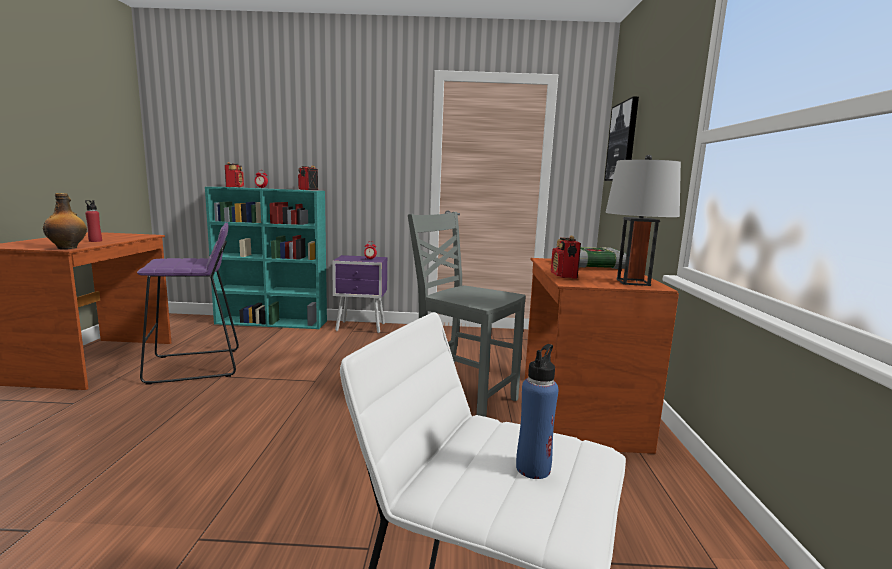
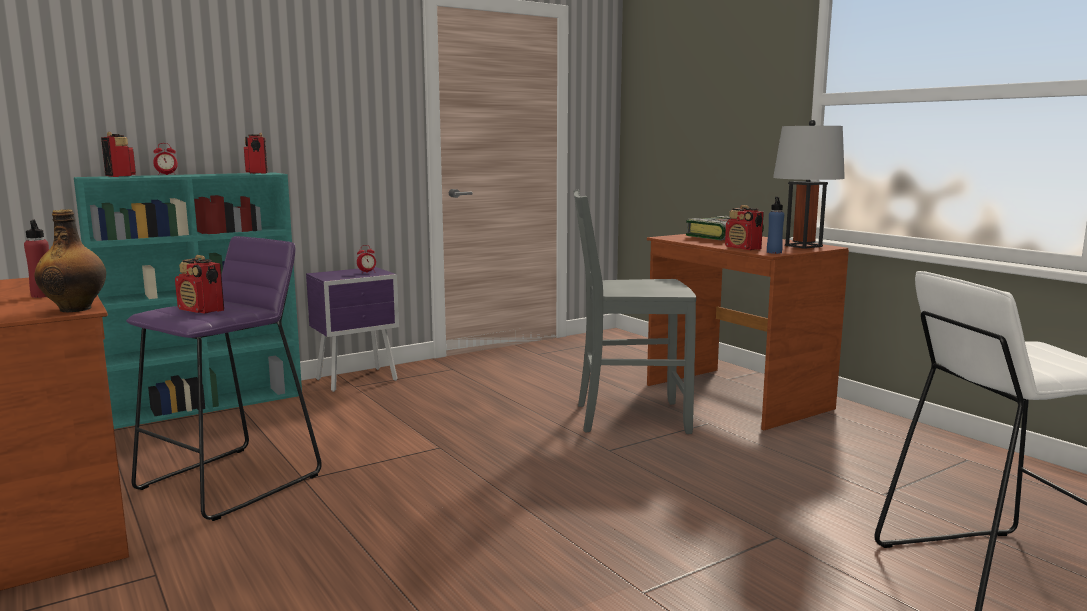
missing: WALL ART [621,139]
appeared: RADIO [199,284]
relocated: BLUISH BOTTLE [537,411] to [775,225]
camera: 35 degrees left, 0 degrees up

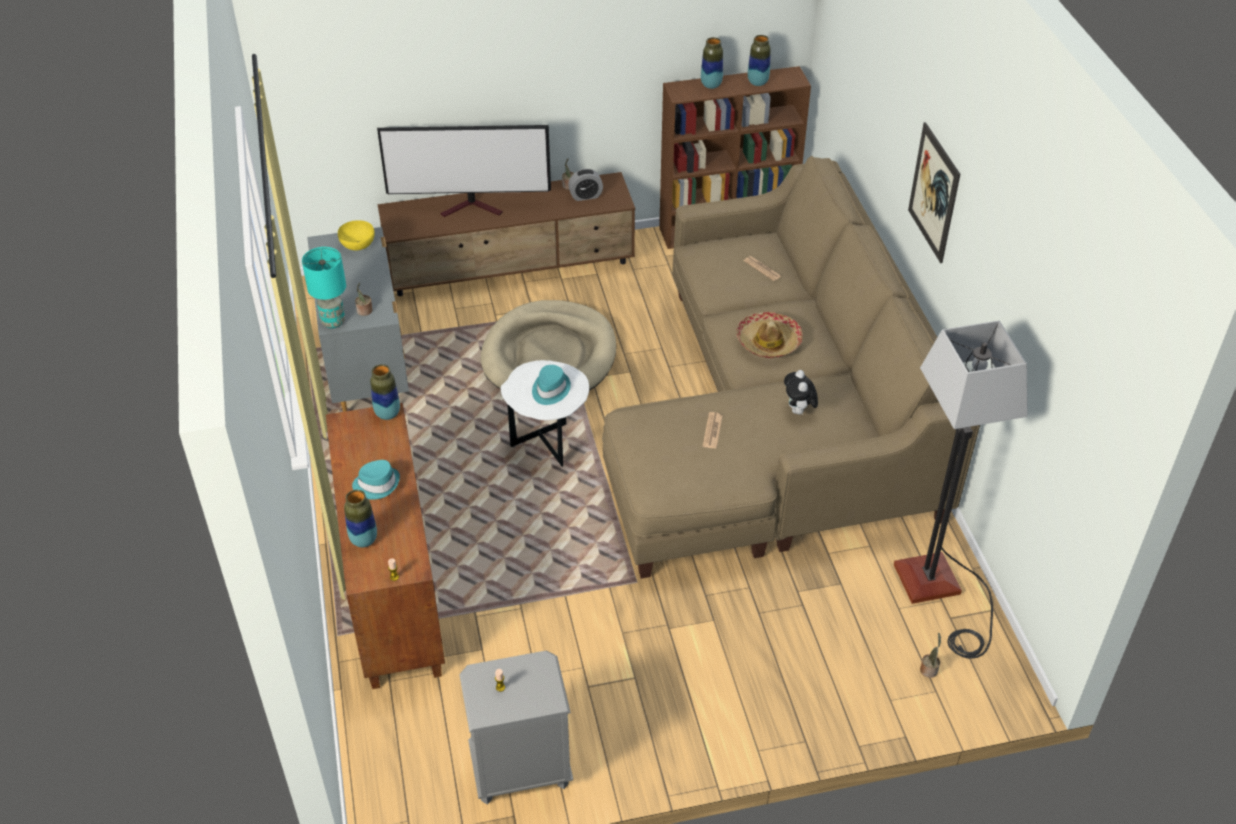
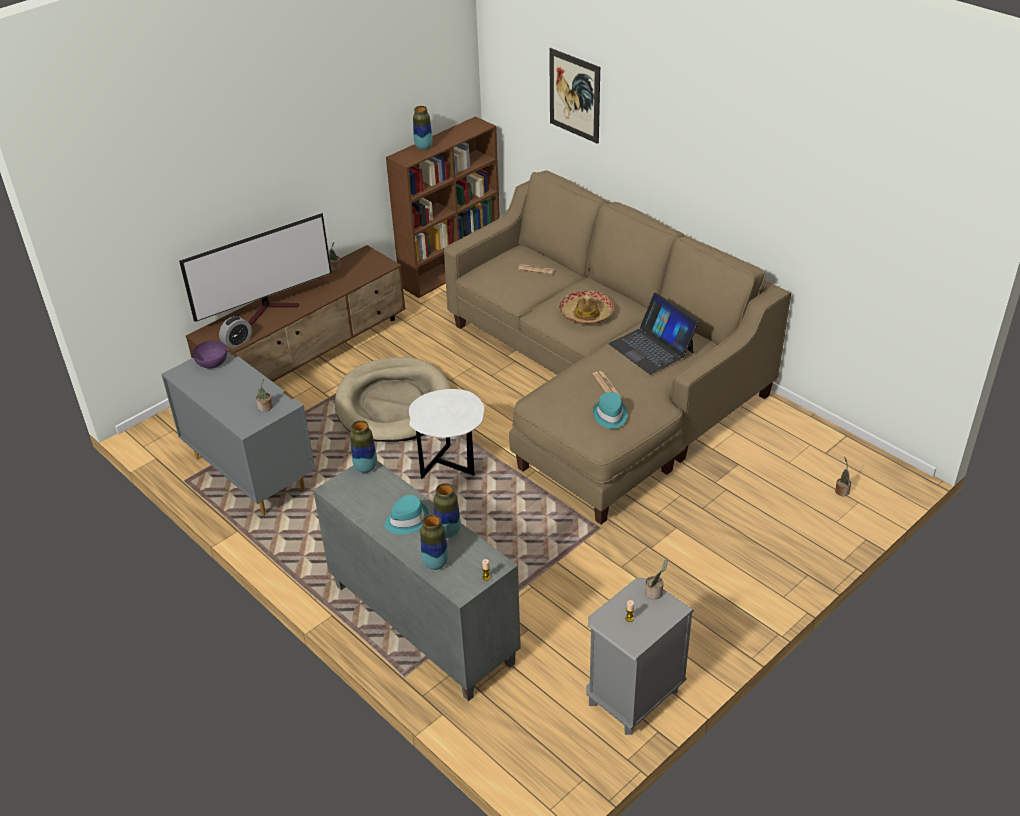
missing: TURQUOISE LAMP FOR A TABLE [324,287]; FLOOR LAMP [961,490]
appeared: HOUSEPLANT [656,578]
relocated: ALARM CLOCK [585,185] to [235,332]; VASE [759,60] to [447,510]; WALL ART [934,192] to [574,96]; TURQUOISE HAT [551,385] to [610,410]
exchanged: CUDDLY TOY [801,392] to NOTEBOOK COMPUTER [654,333]
colour: YELLOW SERVING BOWL [356,235] to PURPLE SERVING BOWL [209,354]; BROWN CUPBOARD [385,546] to GREY CUPBOARD [417,581]
camera: 30 degrees left, 5 degrees down

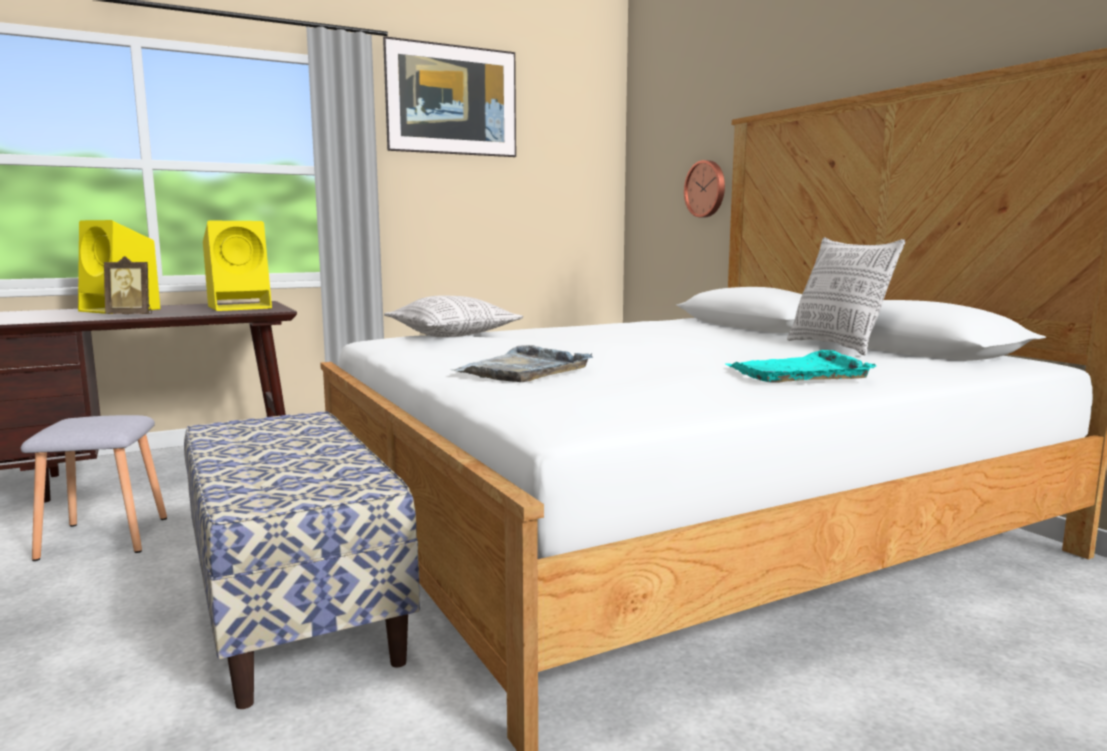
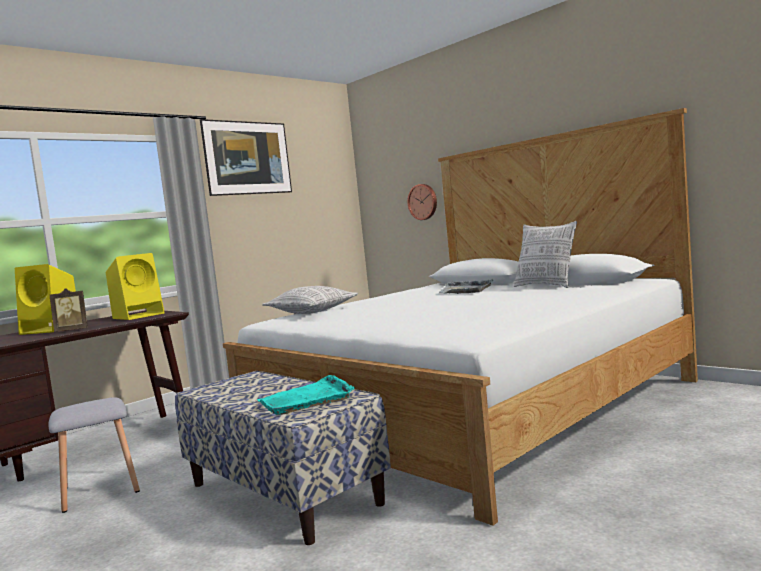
relocated: TURQUOISE CARRYING TRAY [801,366] to [306,395]; GREY CARRYING TRAY [522,363] to [465,286]
camera: 15 degrees left, 5 degrees down

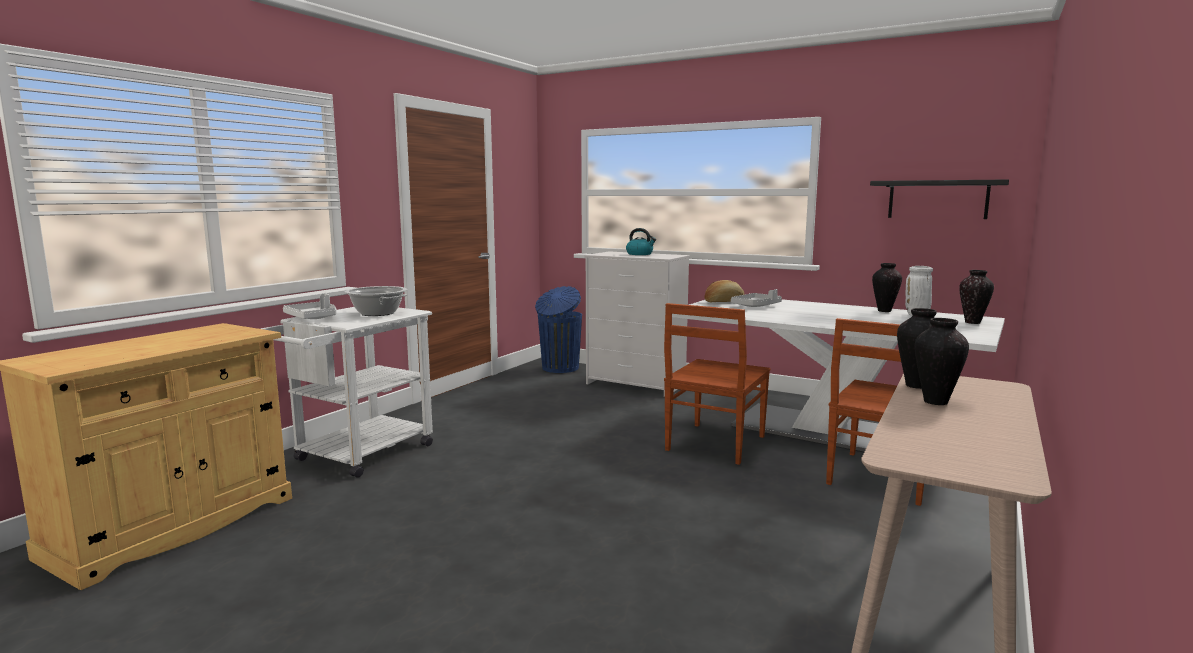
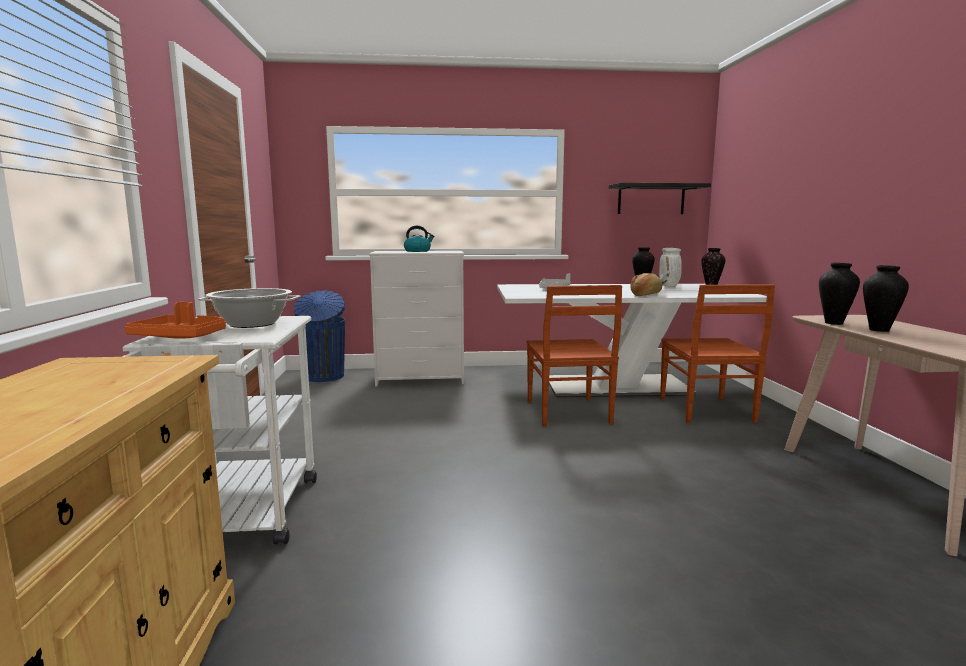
relocated: BAKERY BREAD [724,291] to [646,284]
colour: WHITISH CARRYING TRAY [310,306] to ORANGE-COLOURED CARRYING TRAY [175,320]
camera: 35 degrees left, 0 degrees up

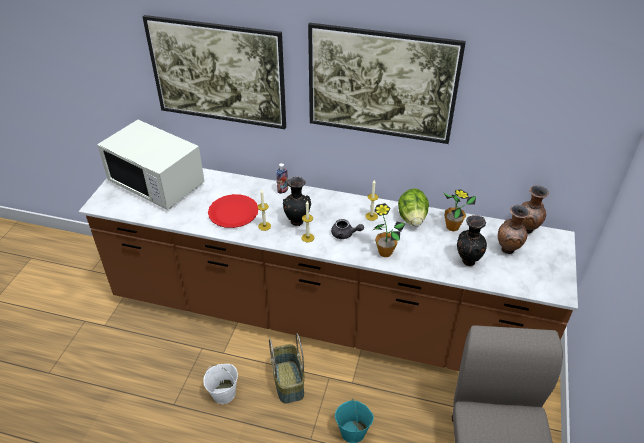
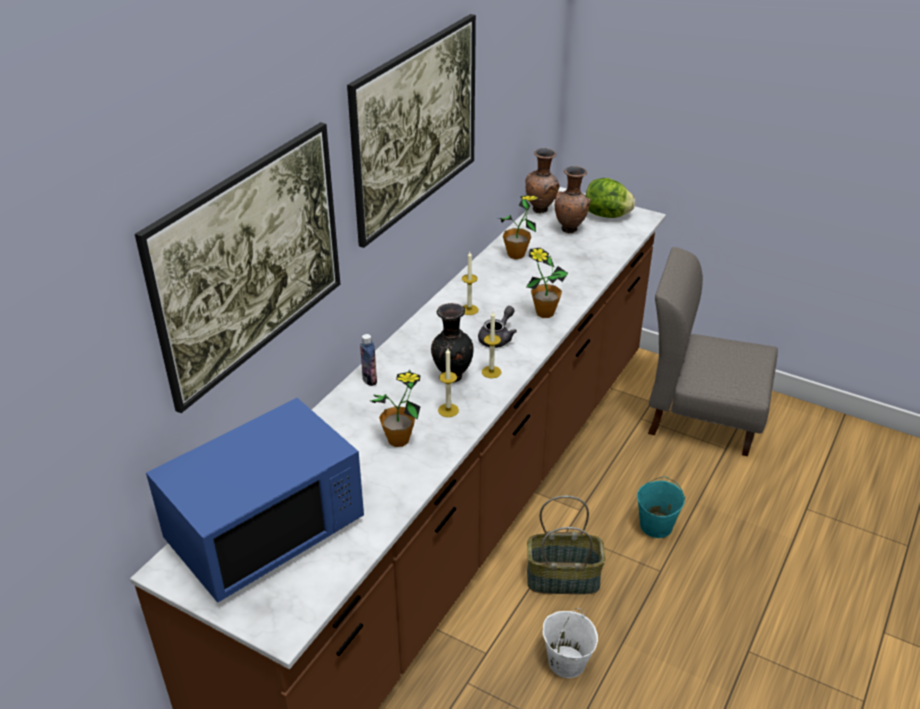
missing: BLACK-COLOURED VASE [472,240]
relocated: LETTUCE [413,207] to [610,198]
exchanged: RED PLATE [233,211] to HOUSEPLANT [395,408]
colour: WHITISH MICROWAVE [151,165] to BLUISH MICROWAVE [255,500]
camera: 75 degrees left, 5 degrees down

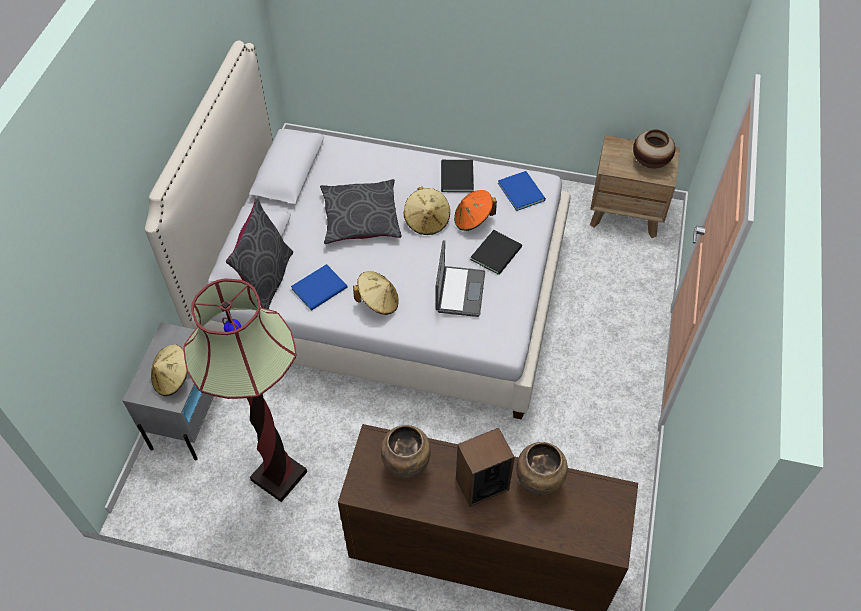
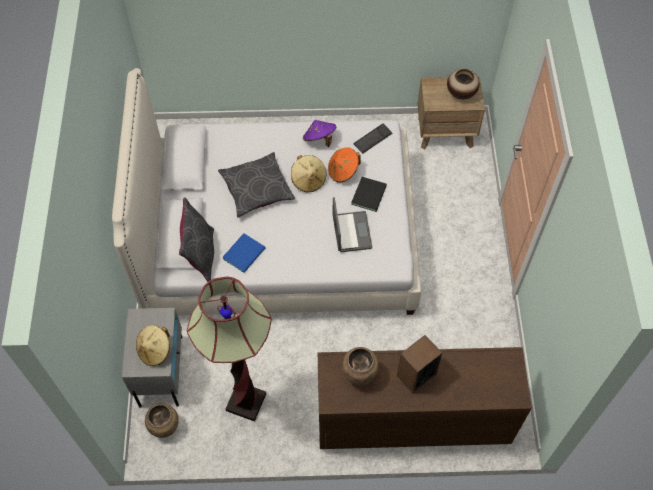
missing: SAND-COLOURED HAT [376,293]
relocated: BROWN VASE [542,469] to [162,420]
exchanged: BLACK-COLOURED BOOK [457,176] to PURPLE HAT [319,133]; BLUISH BOOK [522,191] to COMPUTER KEYBOARD [373,138]
camera: 15 degrees left, 5 degrees up

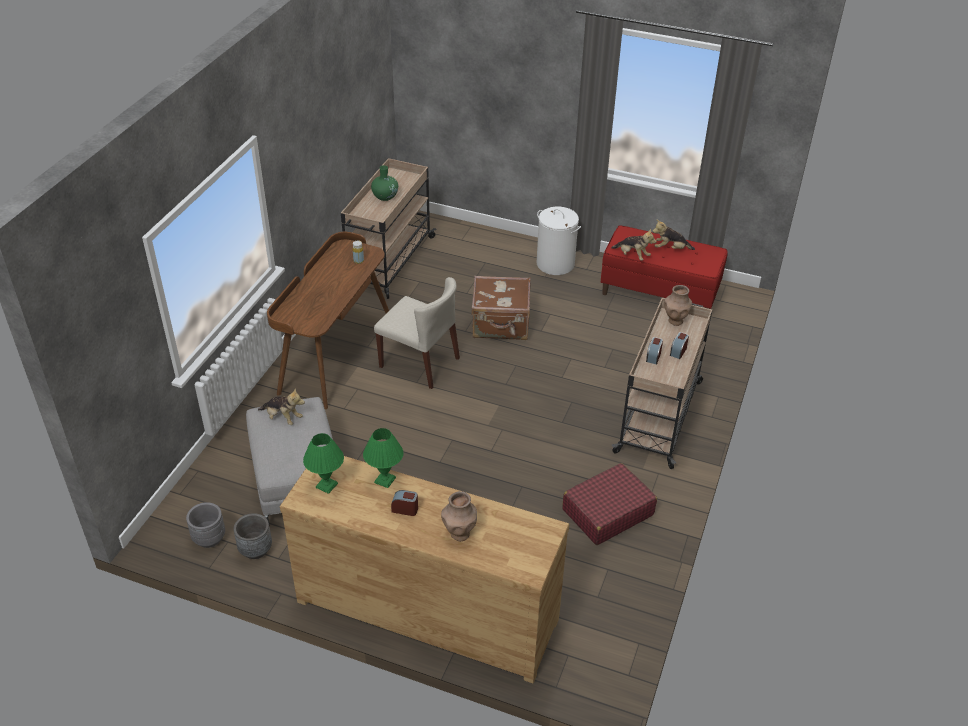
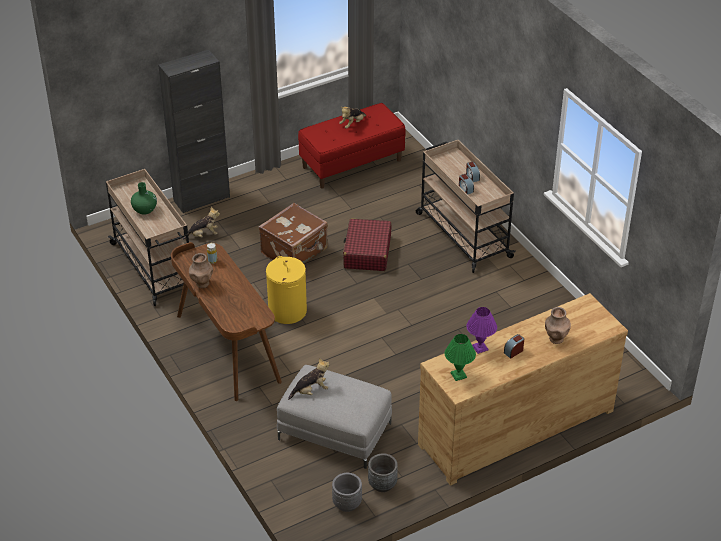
missing: WHITISH WASHING BASKET [559,241]
appeared: BLACK-COLOURED CUPBOARD [194,131]
relocated: CUDDLY TOY [634,245] to [201,223]; BROWN VASE [678,305] to [201,270]; RED SUITCASE [609,504] to [367,245]
exchanged: SAND-COLOURED UPRIGHT CHAIR [417,333] to YELLOW WASHING BASKET [286,290]
colour: GREEN LAMP FOR A TABLE [383,458] to PURPLE LAMP FOR A TABLE [482,330]
camera: 50 degrees left, 0 degrees up

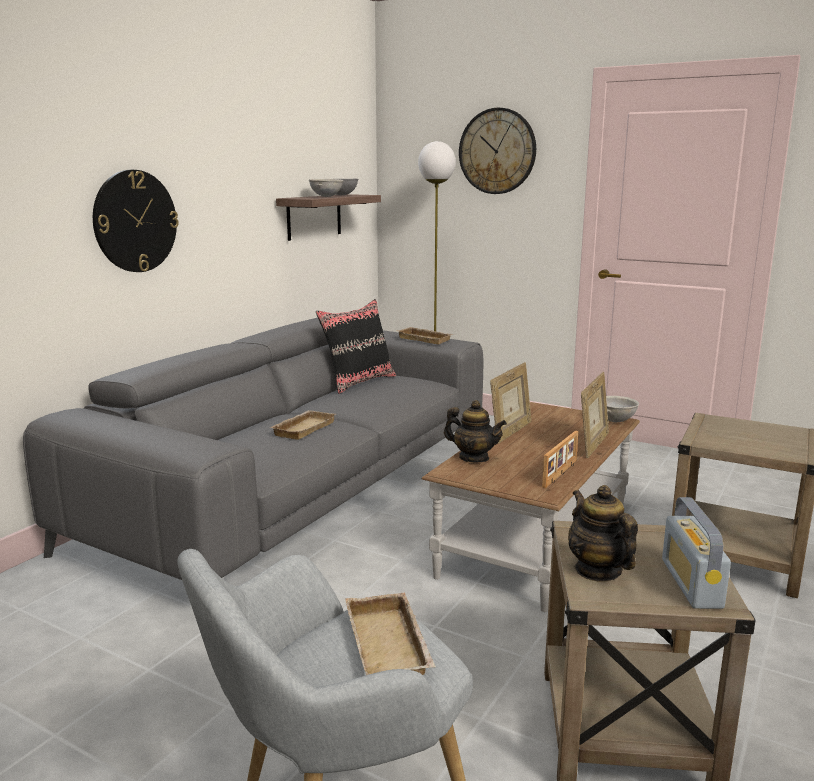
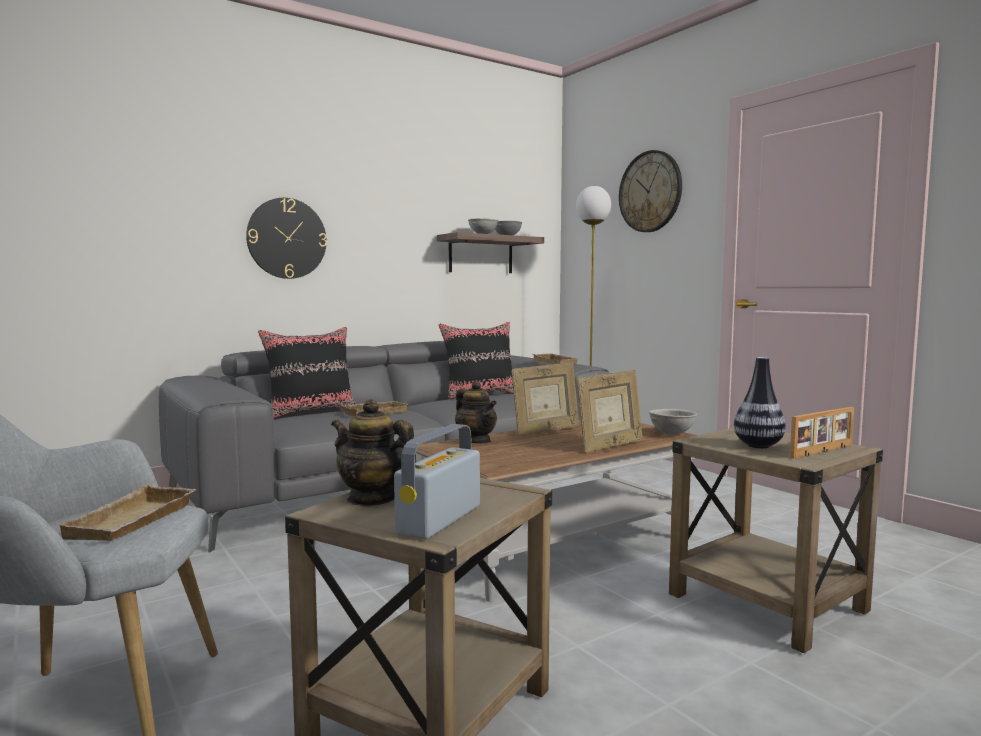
appeared: BLACK-COLOURED CUSHION [307,372]; VASE [760,402]
relocated: PICTURE FRAME [560,459] to [822,433]
spun: TEAPOT [603,533] = [373,452] 60 degrees counterclockwise
camera: 25 degrees right, 10 degrees down

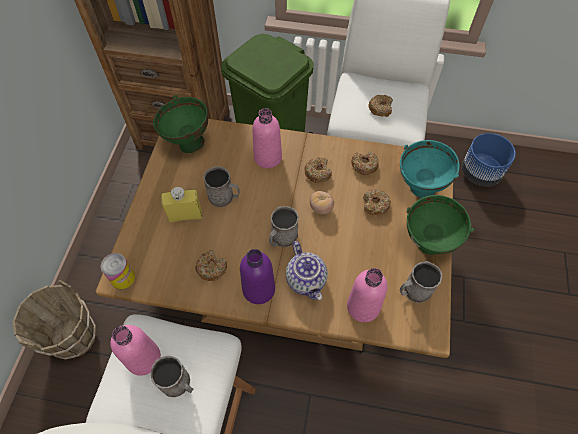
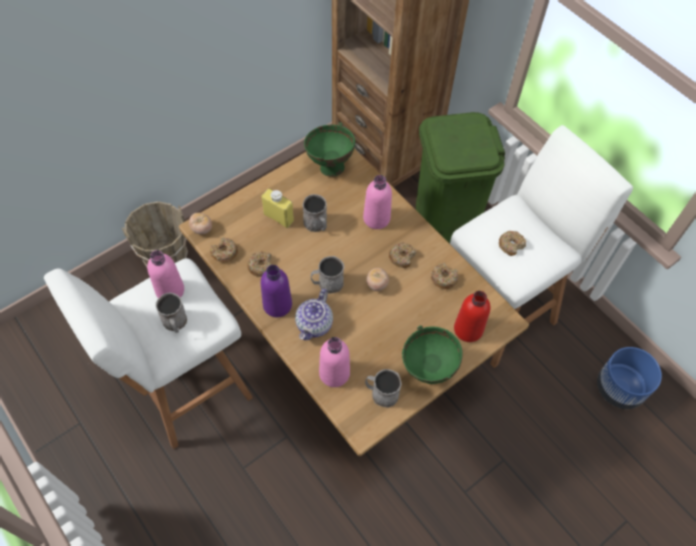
relocated: RING DOUGHNUT [377,202] to [224,250]
exchanged: METAL CAN [118,271] to WHOLE TOMATO [200,224]; TURQUOISE SERVING BOWL [430,169] to RED BOTTLE [472,316]
camera: 40 degrees right, 0 degrees up

